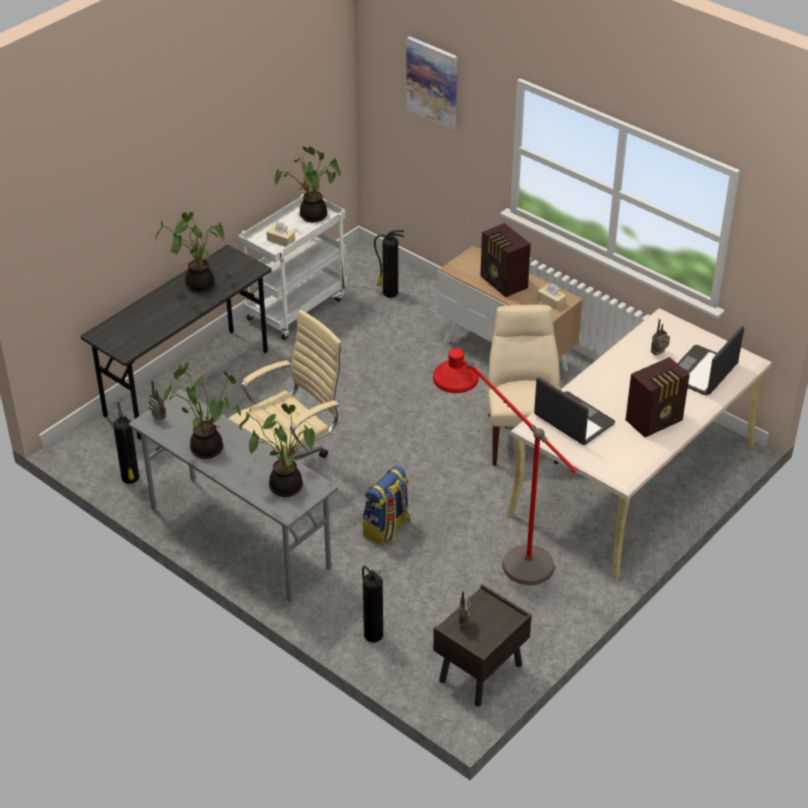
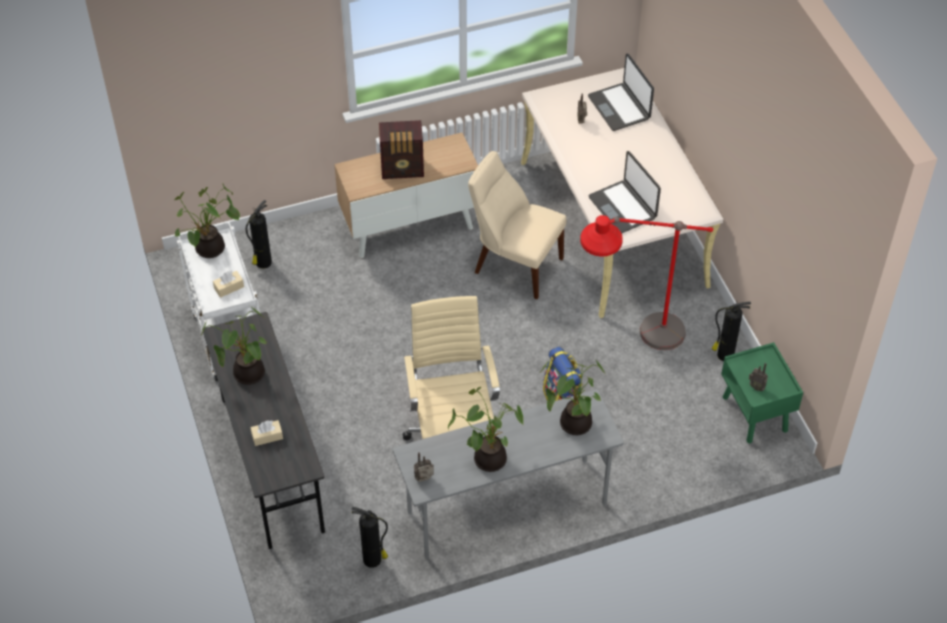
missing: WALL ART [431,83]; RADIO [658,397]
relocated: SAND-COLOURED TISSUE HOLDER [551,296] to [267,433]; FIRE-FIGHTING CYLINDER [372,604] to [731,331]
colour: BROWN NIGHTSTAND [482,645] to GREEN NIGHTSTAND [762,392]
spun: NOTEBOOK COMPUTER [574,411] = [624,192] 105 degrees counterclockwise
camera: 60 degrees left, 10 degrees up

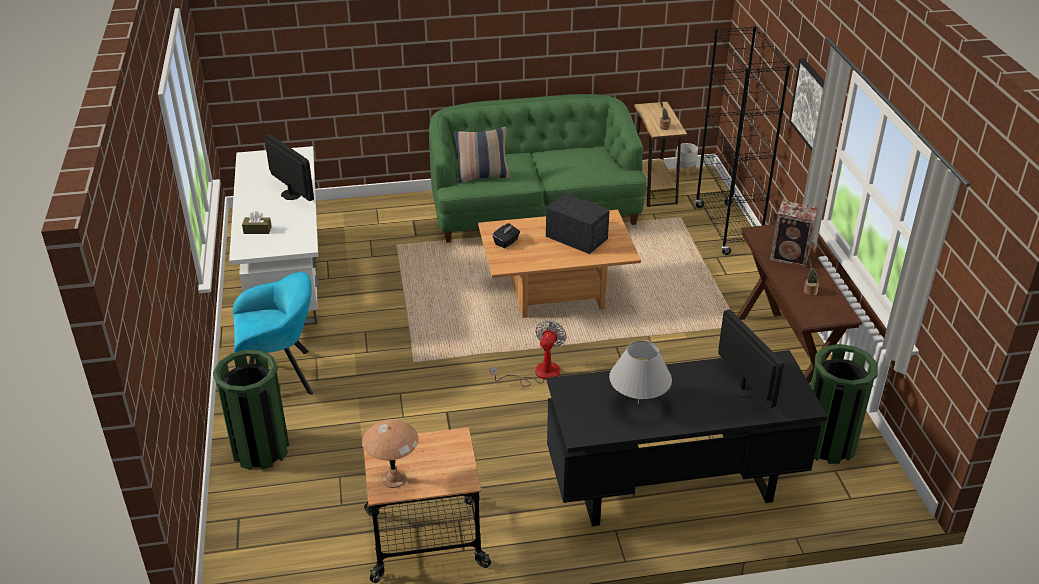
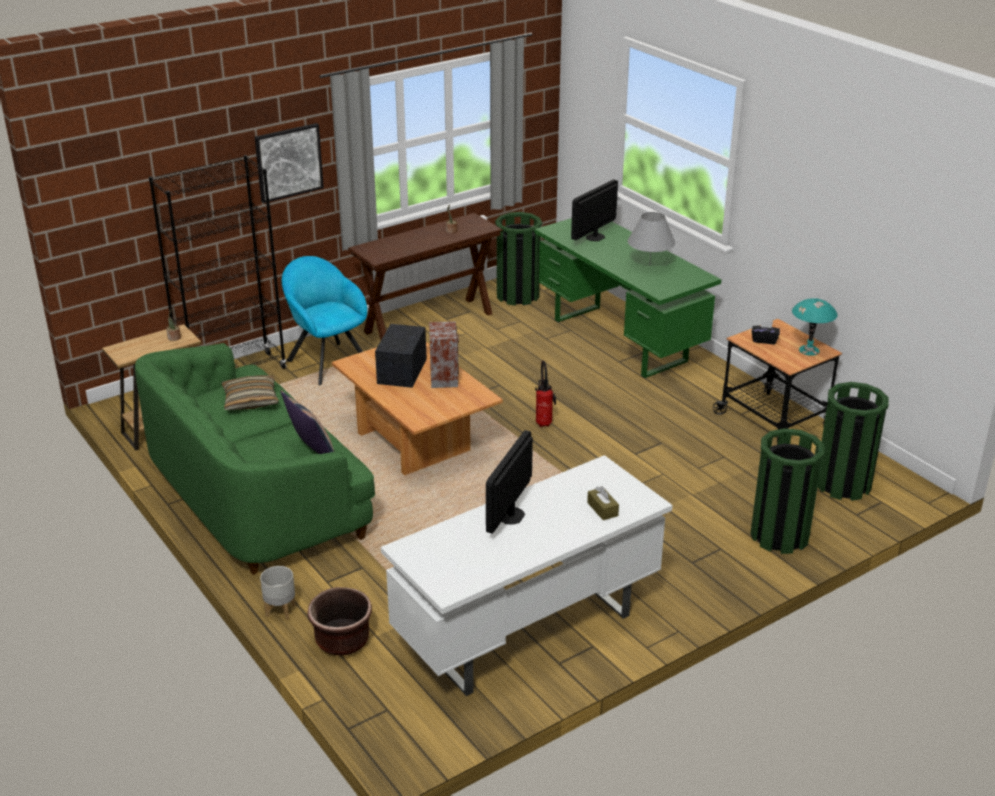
appeared: CUSHION [250,392]; BROWN FLOWER POT [339,621]; GREEN TRASH CAN [853,441]
relocated: GREY FLOWER POT [686,161] to [278,592]; TURQUOISE EASY CHAIR [273,333] to [324,320]; AUDIO SPEAKER [794,234] to [444,354]; BLACK-COLOURED TISSUE HOLDER [506,235] to [766,332]
exchanged: ELECTRIC FAN [528,353] to FIRE-FIGHTING CYLINDER [545,393]
colour: BLACK-COLOURED DESK UNIT [687,438] to GREEN DESK UNIT [628,298]; BROWN LAMP FOR A TABLE [390,453] to TURQUOISE LAMP FOR A TABLE [815,327]
camera: 115 degrees left, 5 degrees down

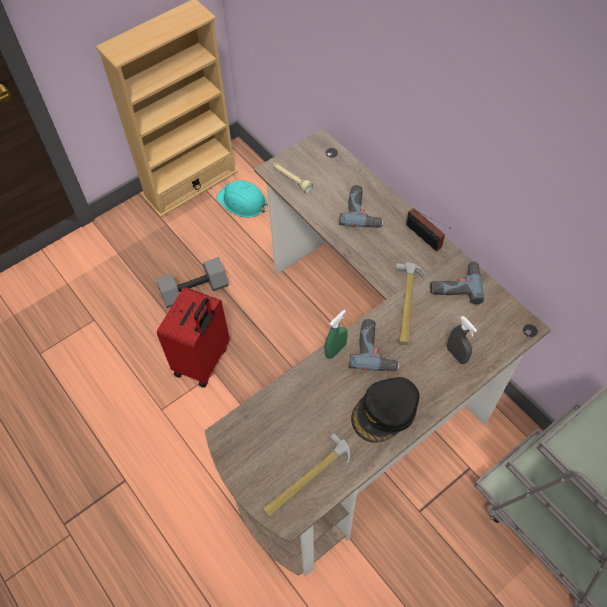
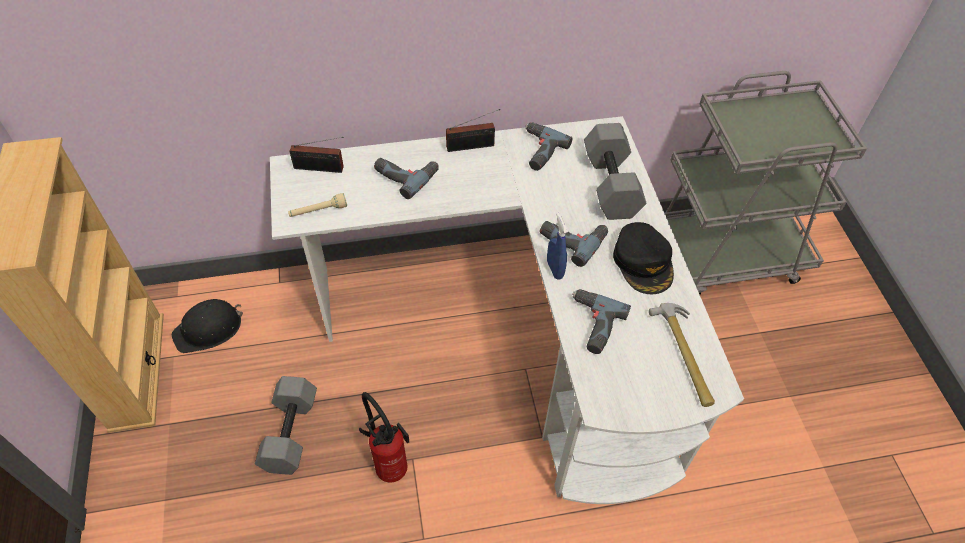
missing: HAND HAMMER [410,303]
appeared: RADIO [316,155]; DRILL [601,321]
exchanged: RED SUITCASE [193,337] to FIRE-FIGHTING CYLINDER [384,437]; GREY SPRAYER [462,340] to GREY DUMBBELL [615,171]
colour: TURQUOISE SAFETY HELMET [242,199] to BLACK-COLOURED SAFETY HELMET [207,326]; BROWN DESK UNIT [378,352] to WHITISH DESK UNIT [507,310]; GREEN SPRAYER [336,334] to BLUISH SPRAYER [557,246]
camera: 65 degrees left, 5 degrees down

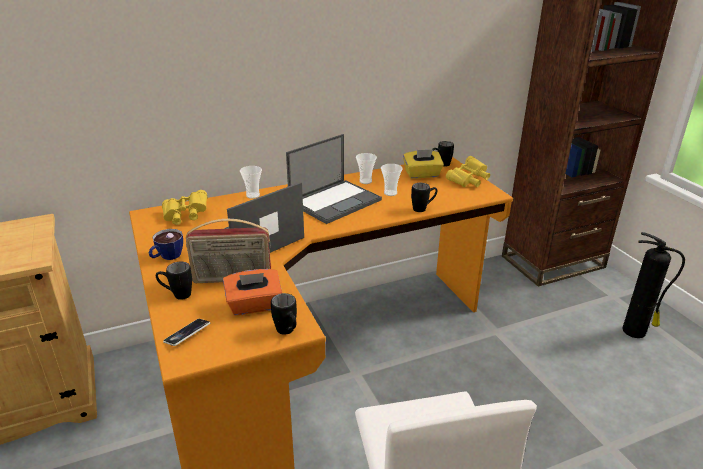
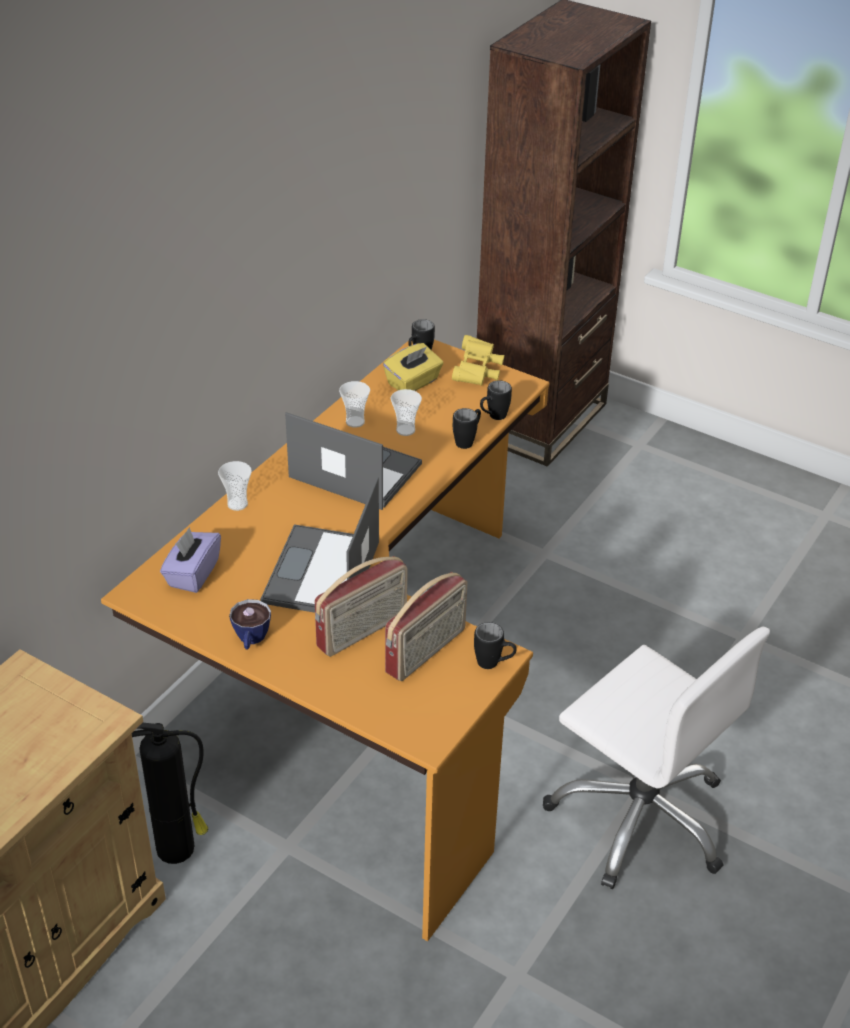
missing: TELEPHONE [186,332]
relocated: FIRE-FIGHTING CYLINDER [654,285] to [169,793]; BLACK-COLOURED TEA MUG [174,281] to [496,400]
exchanged: YELLOW BINOCULARS [184,207] to PURPLE TISSUE HOLDER [190,560]; ORANGE-COLOURED TISSUE HOLDER [252,292] to RADIO [426,626]
spun: NOTEBOOK COMPUTER [334,179] = [353,461] 75 degrees counterclockwise
camera: 35 degrees left, 10 degrees up

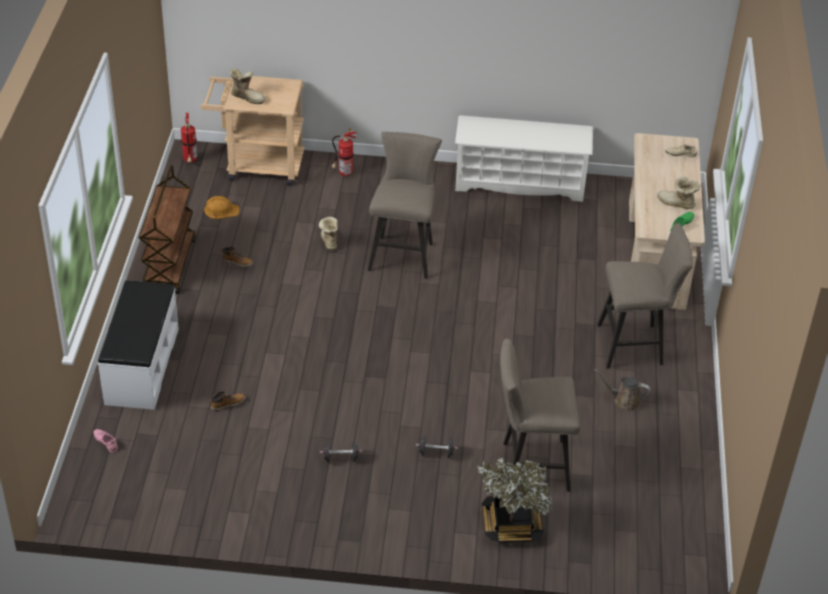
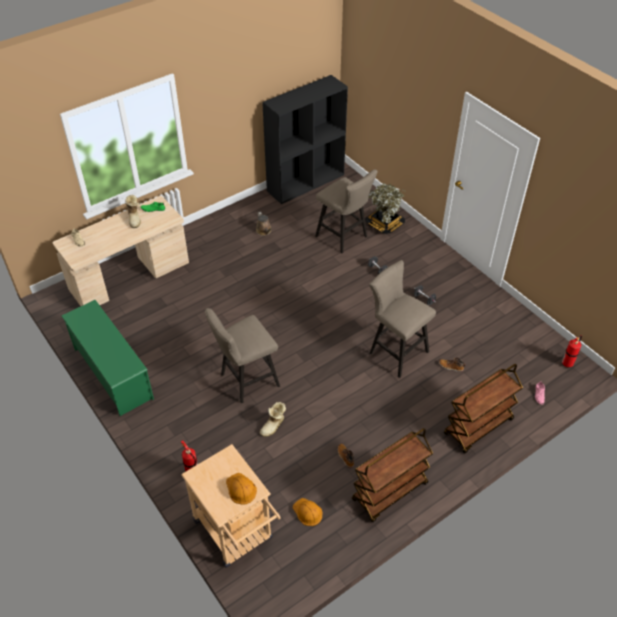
appeared: BLACK-COLOURED BOOKCASE [305,139]
relocated: SAND-COLOURED STOOL [645,296] to [402,319]; FIRE-FIGHTING CYLINDER [189,138] to [572,351]
exchanged: TALL BOOT [247,86] to ORANGE-COLOURED SAFETY HELMET [241,489]; WHITISH INDOOR BENCH [138,345] to BROWN CART [483,409]
colour: WHITISH SHOE RACK [524,158] to GREEN SHOE RACK [107,358]
camera: 130 degrees left, 5 degrees up

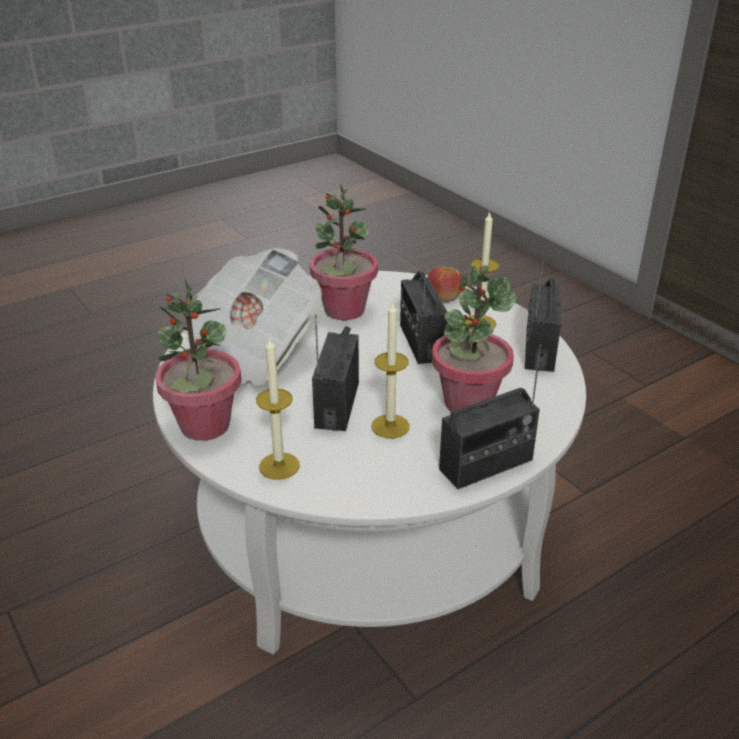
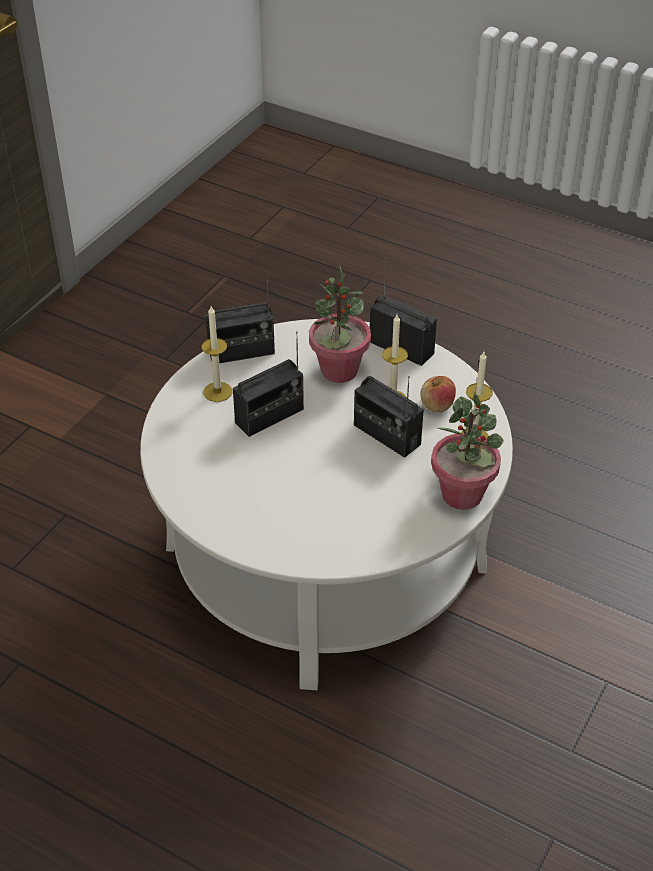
missing: NEWSPAPER [253,317]; HOUSEPLANT [344,252]
relocated: APPLE [445,284] to [438,394]
spun: RADIO [335,373] = [389,417] 60 degrees clockwise
camera: 115 degrees left, 10 degrees up

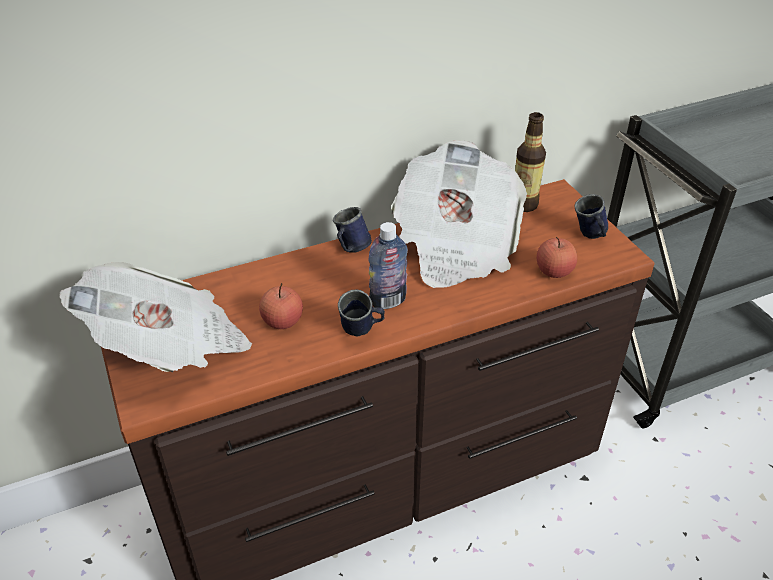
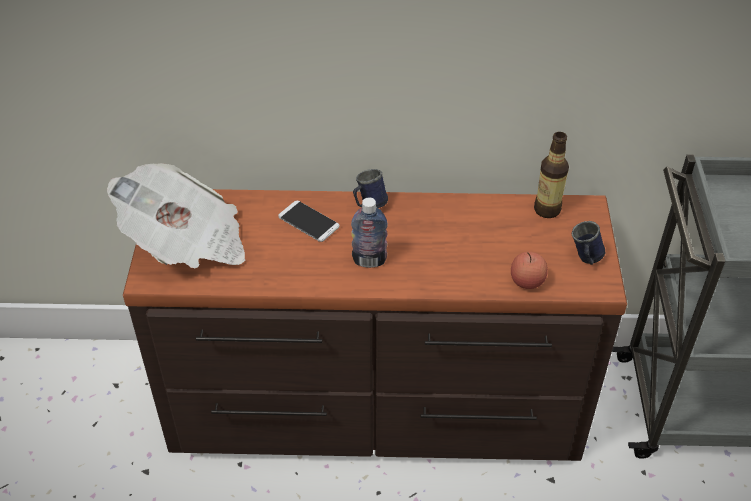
missing: APPLE [281,306]; BLUISH TEA MUG [361,313]; NEWSPAPER [459,214]
appeared: TELEPHONE [308,221]
camera: 25 degrees right, 5 degrees up

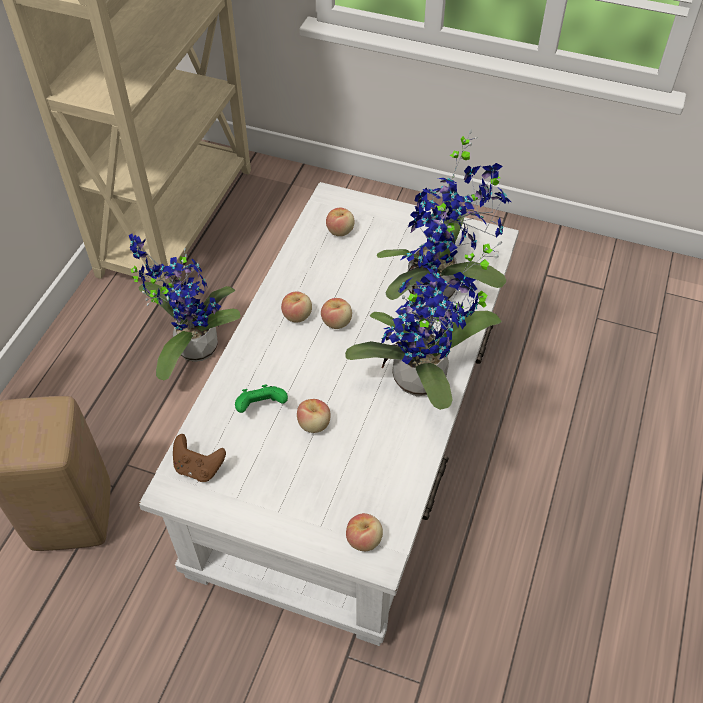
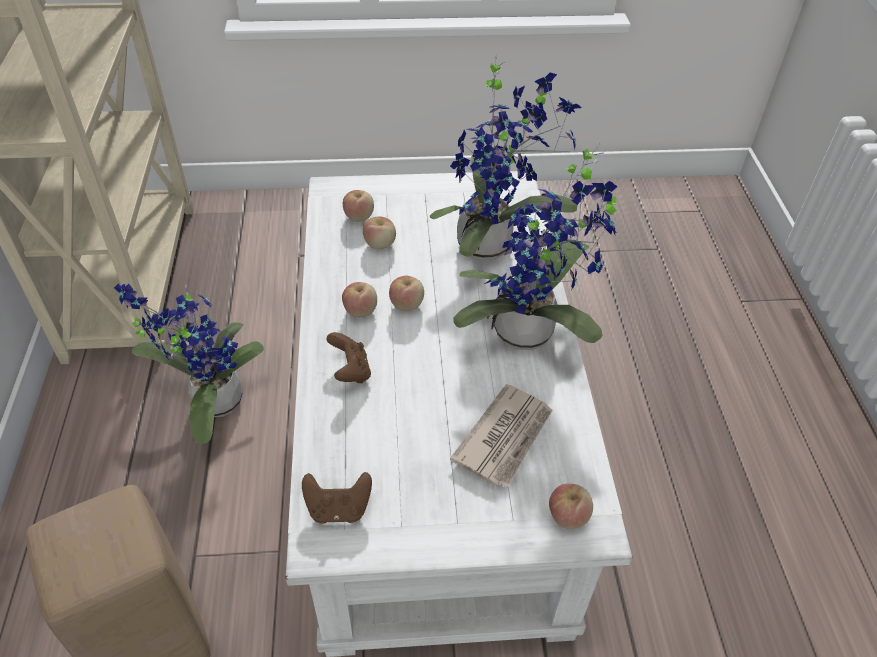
missing: GREEN GAME CONTROLLER [261,398]
appeared: BROWN GAME CONTROLLER [348,357]; NEWSPAPER [501,435]
relocated: APPLE [314,416] to [379,232]
camera: 25 degrees left, 5 degrees down

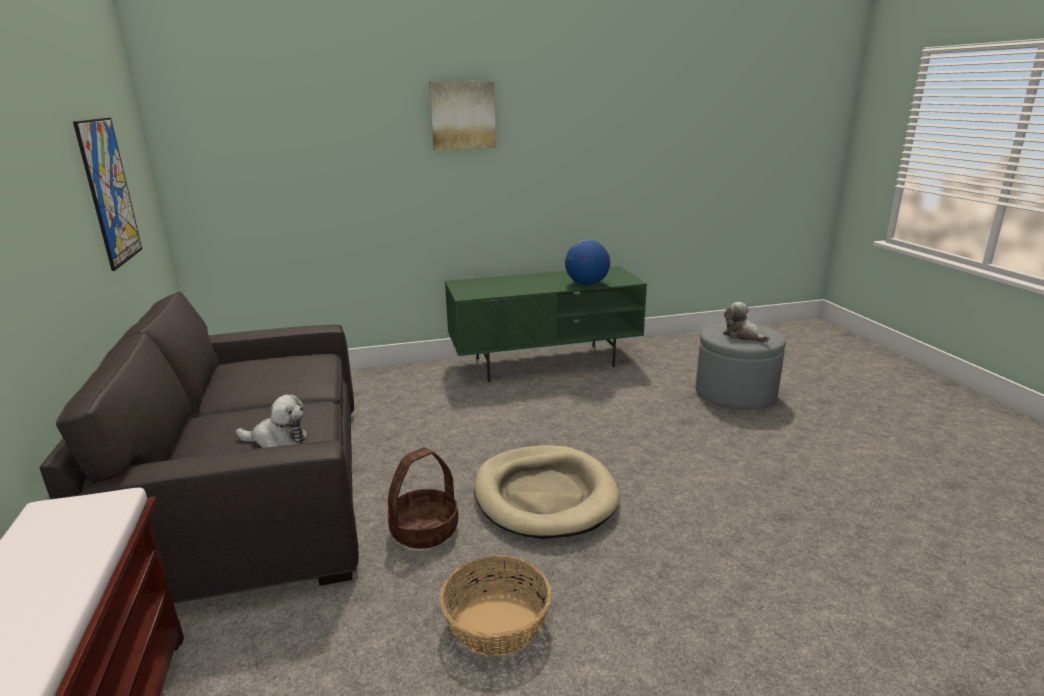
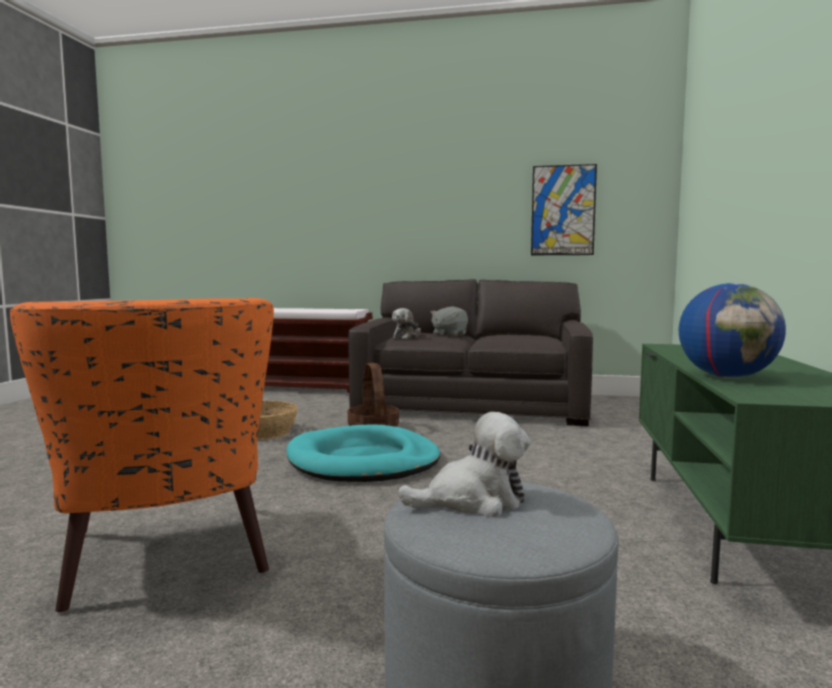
missing: WALL ART [462,115]
appeared: ORANGE-COLOURED EASY CHAIR [142,455]; GREY CUDDLY TOY [449,322]
colour: SAND-COLOURED PET BED [547,492] to TURQUOISE PET BED [363,453]
camera: 115 degrees right, 15 degrees down

